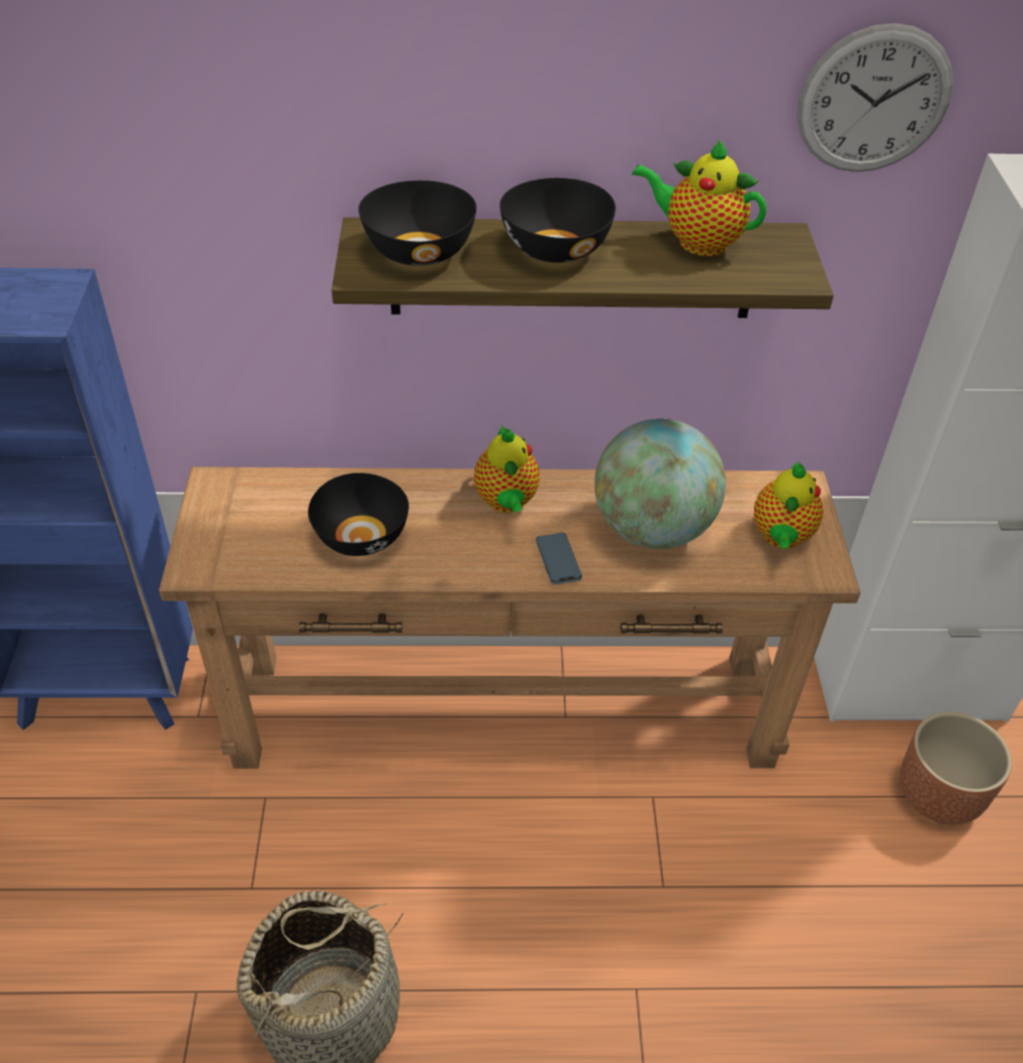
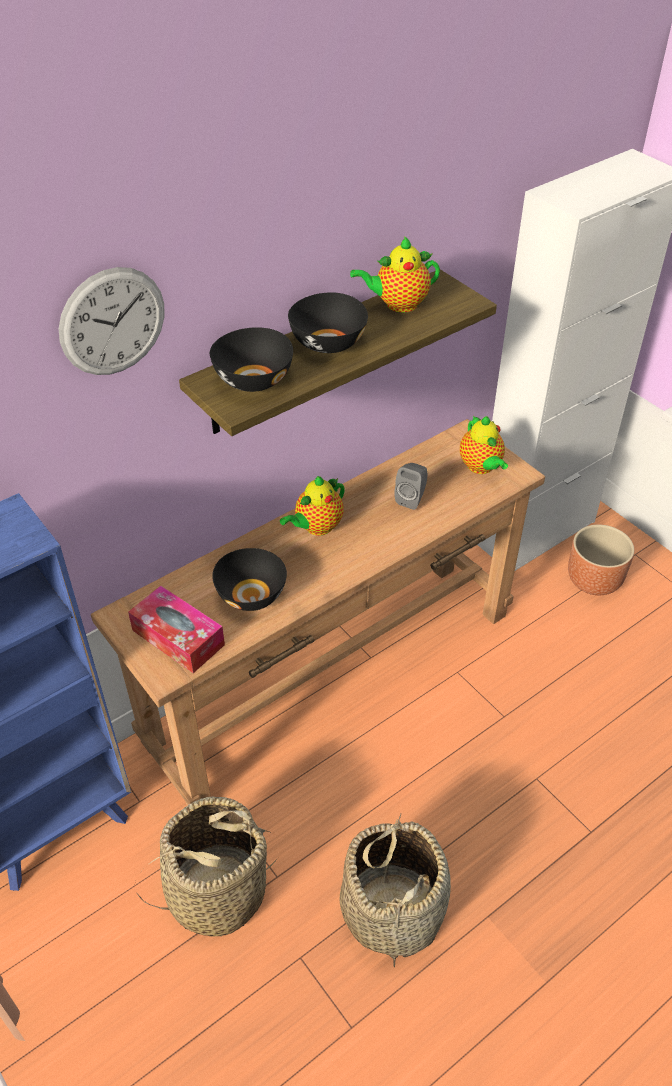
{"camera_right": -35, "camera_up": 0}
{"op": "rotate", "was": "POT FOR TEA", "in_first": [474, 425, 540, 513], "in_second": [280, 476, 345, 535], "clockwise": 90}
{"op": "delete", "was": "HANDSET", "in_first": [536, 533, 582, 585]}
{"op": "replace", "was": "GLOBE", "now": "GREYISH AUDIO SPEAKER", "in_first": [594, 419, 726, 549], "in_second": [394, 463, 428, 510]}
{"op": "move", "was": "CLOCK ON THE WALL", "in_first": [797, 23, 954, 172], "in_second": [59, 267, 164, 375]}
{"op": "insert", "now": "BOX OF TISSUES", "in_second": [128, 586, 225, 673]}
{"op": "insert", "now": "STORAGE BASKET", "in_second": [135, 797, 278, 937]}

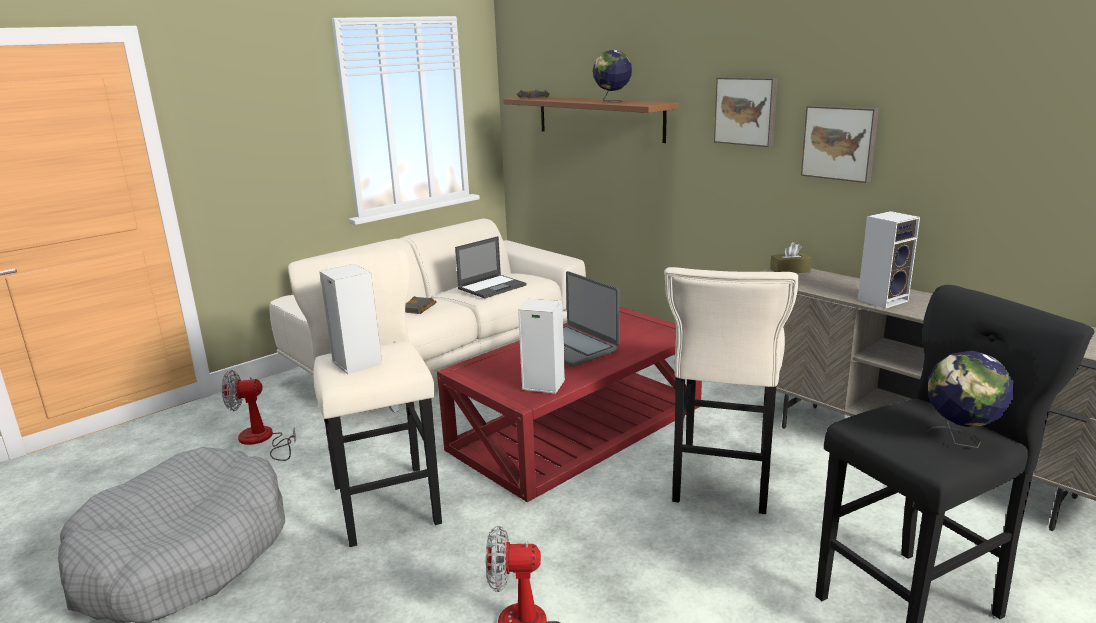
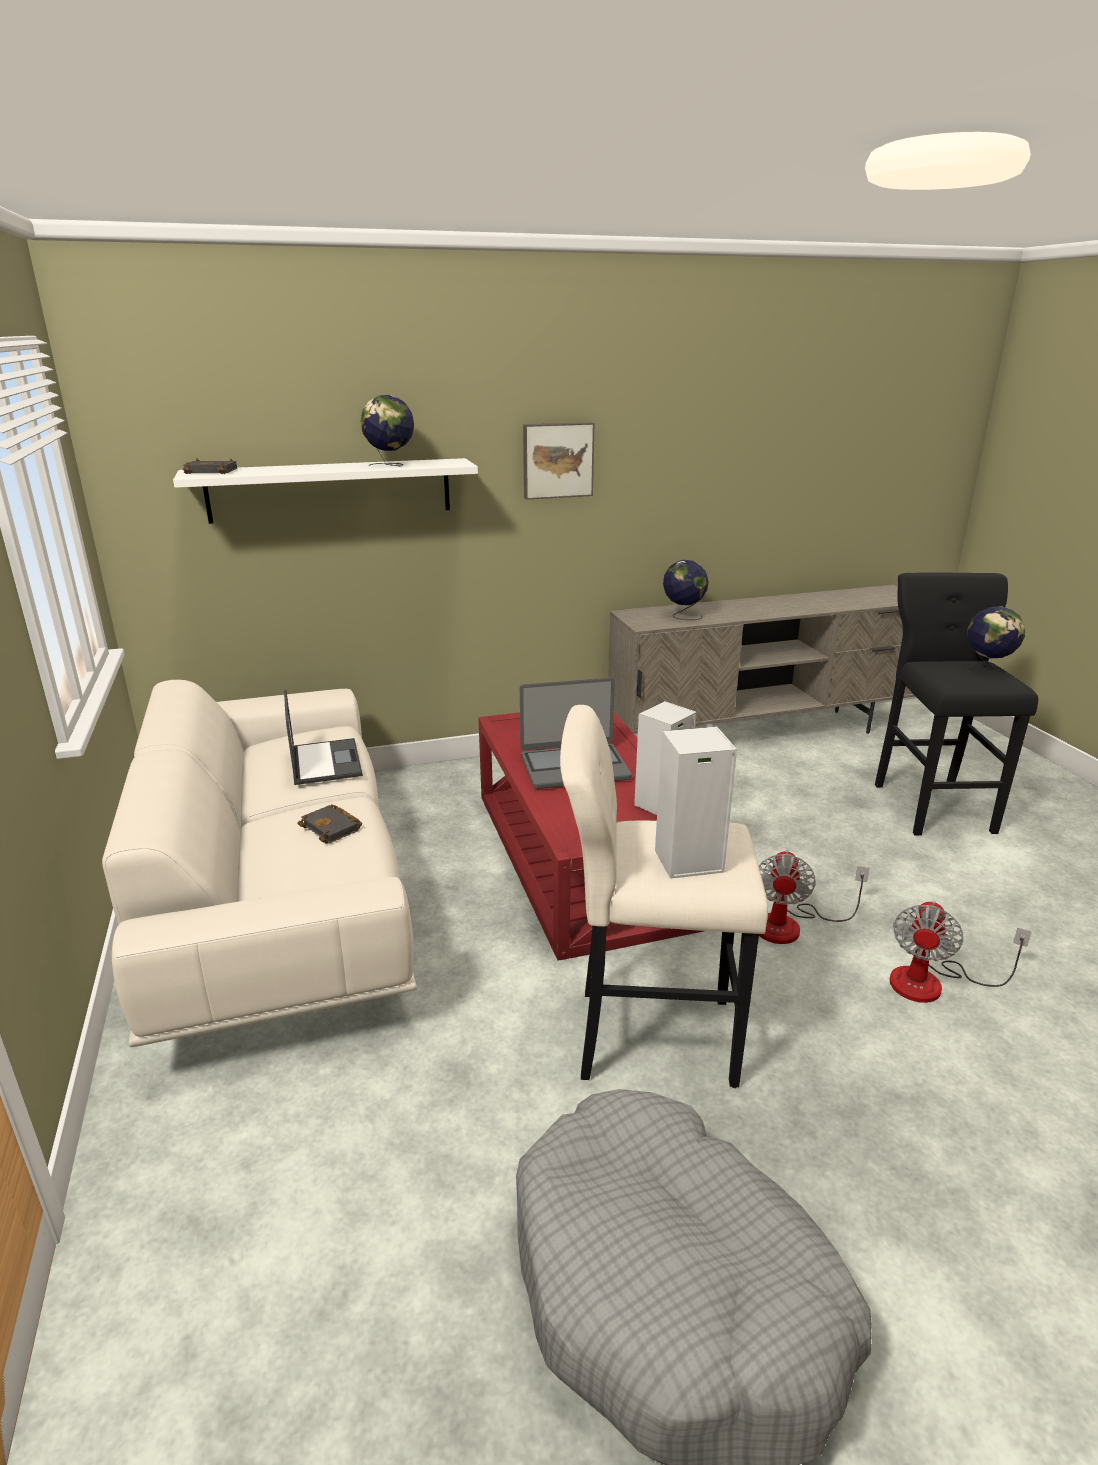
{"camera_right": -65, "camera_up": 5}
{"op": "move", "was": "FAN", "in_first": [222, 370, 296, 461], "in_second": [759, 850, 870, 944]}
{"op": "recolor", "was": "BROWN SHELF", "now": "WHITE-COLOURED SHELF", "in_first": [503, 97, 679, 143], "in_second": [173, 458, 478, 524]}
{"op": "delete", "was": "BEIGE-COLOURED STOOL", "in_first": [664, 267, 799, 514]}
{"op": "delete", "was": "BROWN BOX OF TISSUES", "in_first": [770, 242, 812, 273]}
{"op": "delete", "was": "WALL PICTURE", "in_first": [801, 105, 879, 183]}
{"op": "delete", "was": "AUDIO SPEAKER", "in_first": [858, 211, 920, 309]}
{"op": "insert", "now": "GLOBE", "in_second": [663, 560, 709, 620]}

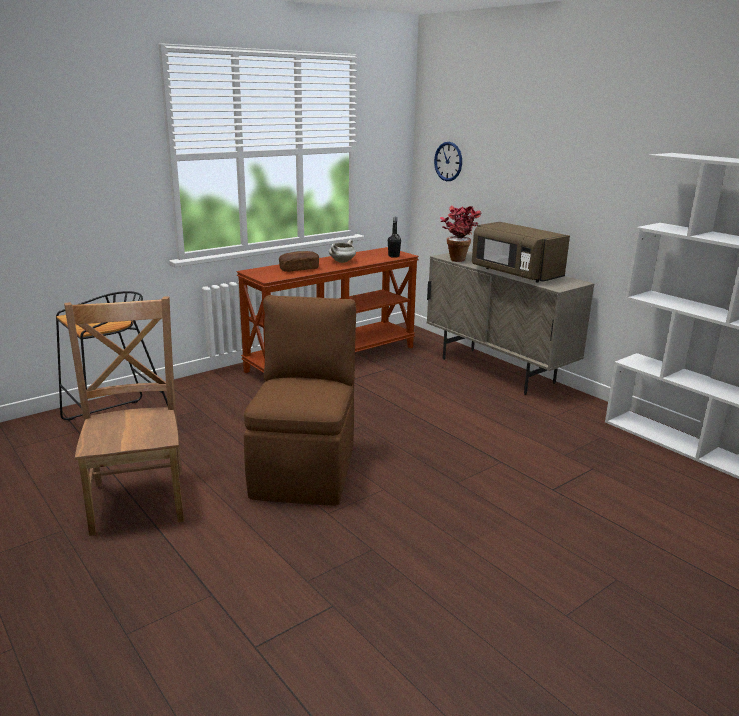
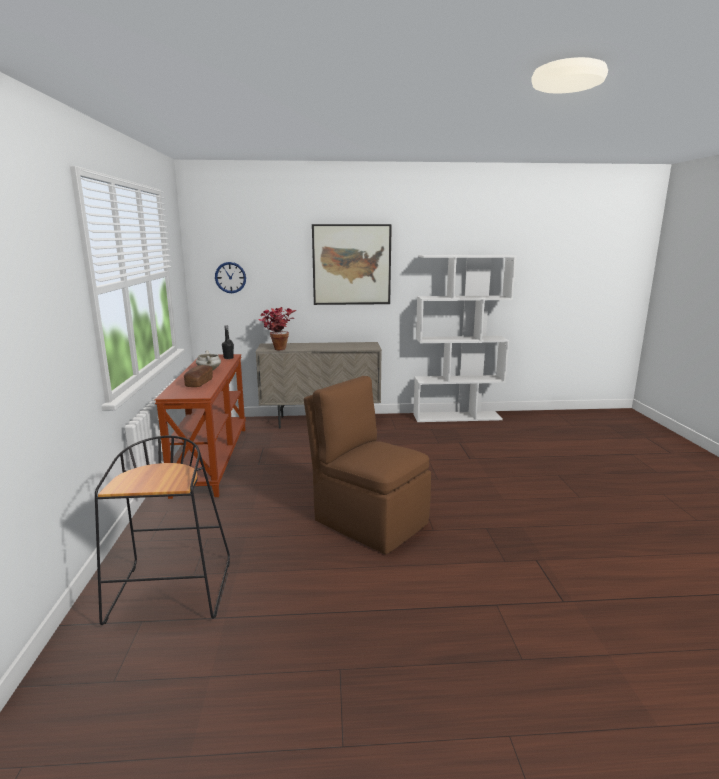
{"camera_right": -55, "camera_up": -5}
{"op": "delete", "was": "BROWN UPRIGHT CHAIR", "in_first": [64, 296, 184, 536]}
{"op": "delete", "was": "BROWN KITCHEN MICROWAVE", "in_first": [472, 222, 570, 283]}
{"op": "insert", "now": "WALL PICTURE", "in_second": [312, 224, 392, 305]}

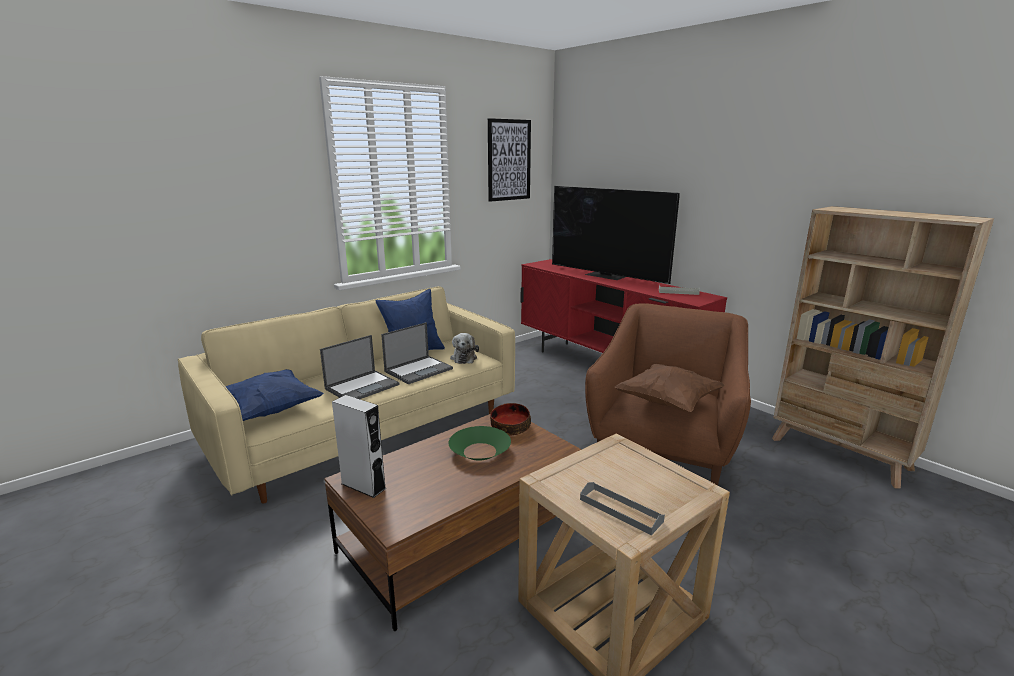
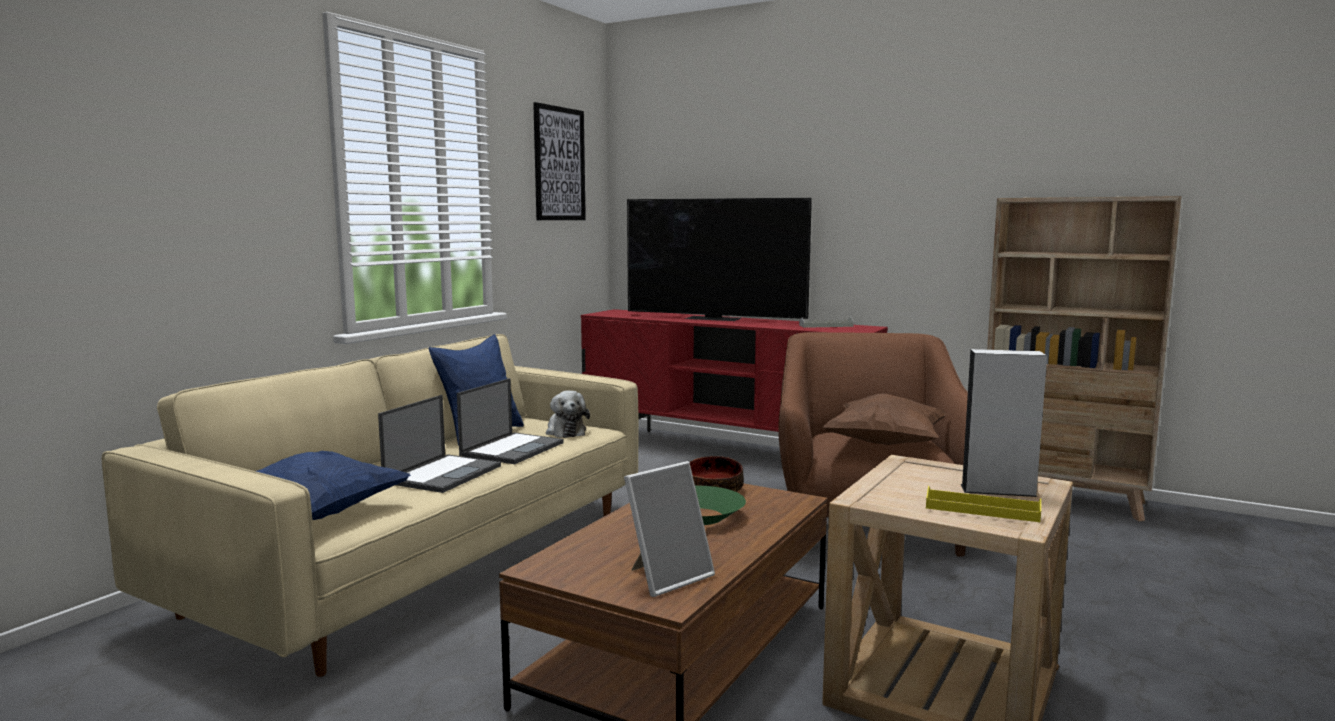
{"camera_right": -20, "camera_up": -10}
{"op": "move", "was": "GREYISH AUDIO SPEAKER", "in_first": [332, 395, 386, 498], "in_second": [961, 349, 1047, 497]}
{"op": "recolor", "was": "GREYISH TRAY", "now": "YELLOW TRAY", "in_first": [580, 482, 665, 535], "in_second": [926, 486, 1041, 522]}
{"op": "insert", "now": "PICTURE FRAME", "in_second": [624, 461, 715, 597]}

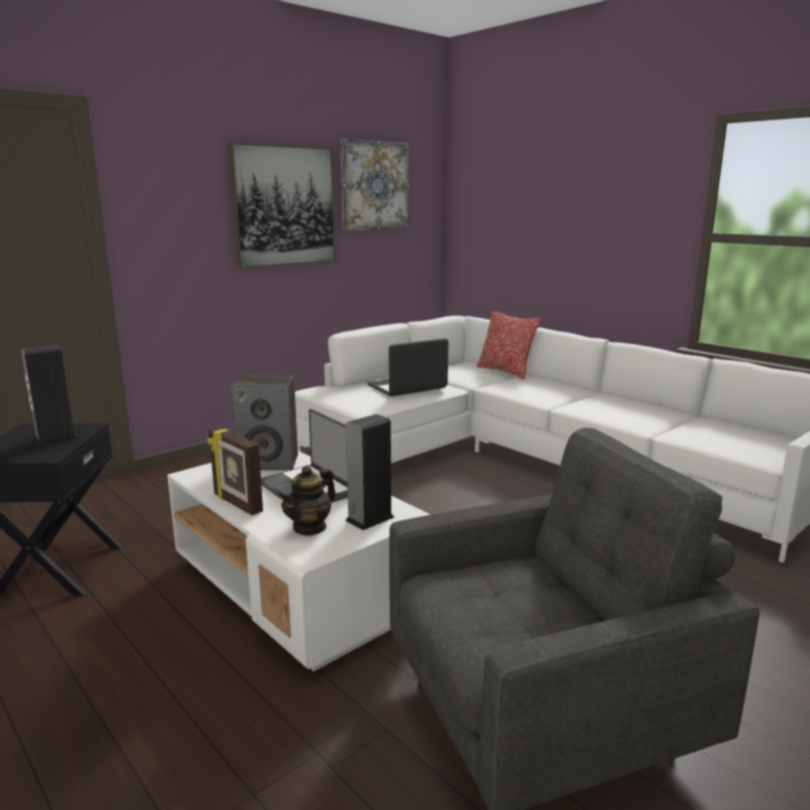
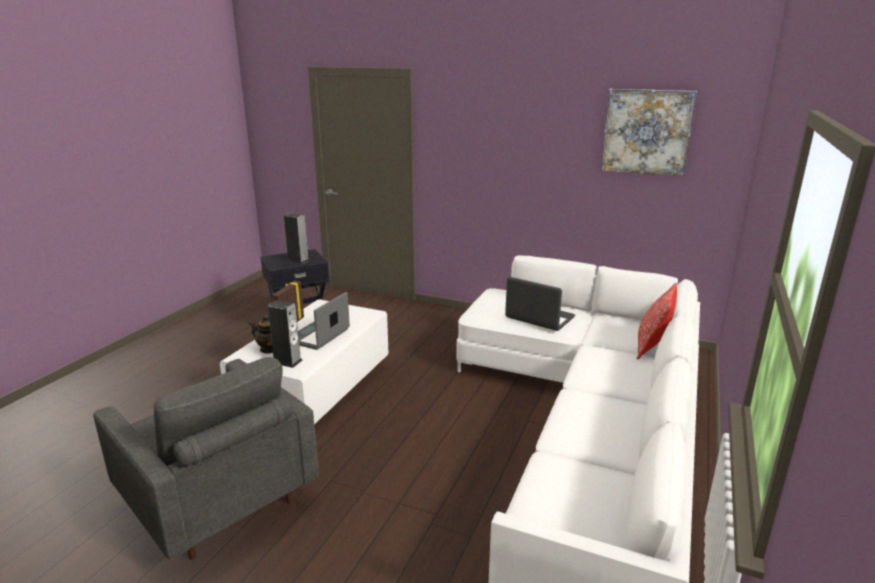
{"camera_right": 65, "camera_up": 5}
{"op": "delete", "was": "WALL PICTURE", "in_first": [228, 142, 336, 269]}
{"op": "delete", "was": "AUDIO SPEAKER", "in_first": [230, 375, 298, 470]}

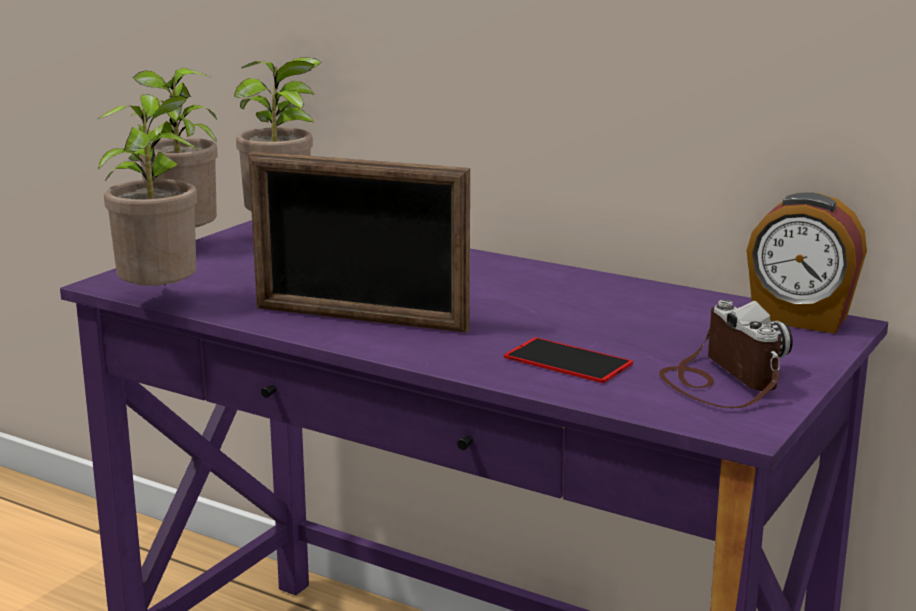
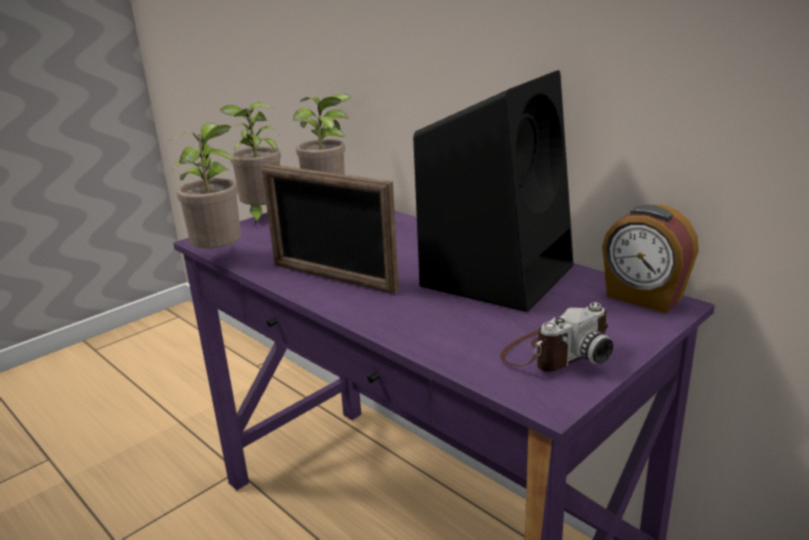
{"camera_right": 15, "camera_up": 5}
{"op": "delete", "was": "HANDSET", "in_first": [504, 337, 633, 383]}
{"op": "rotate", "was": "PHOTO CAMERA", "in_first": [659, 300, 793, 408], "in_second": [500, 302, 613, 372], "clockwise": 60}
{"op": "insert", "now": "BLACK AUDIO SPEAKER", "in_second": [413, 70, 574, 312]}

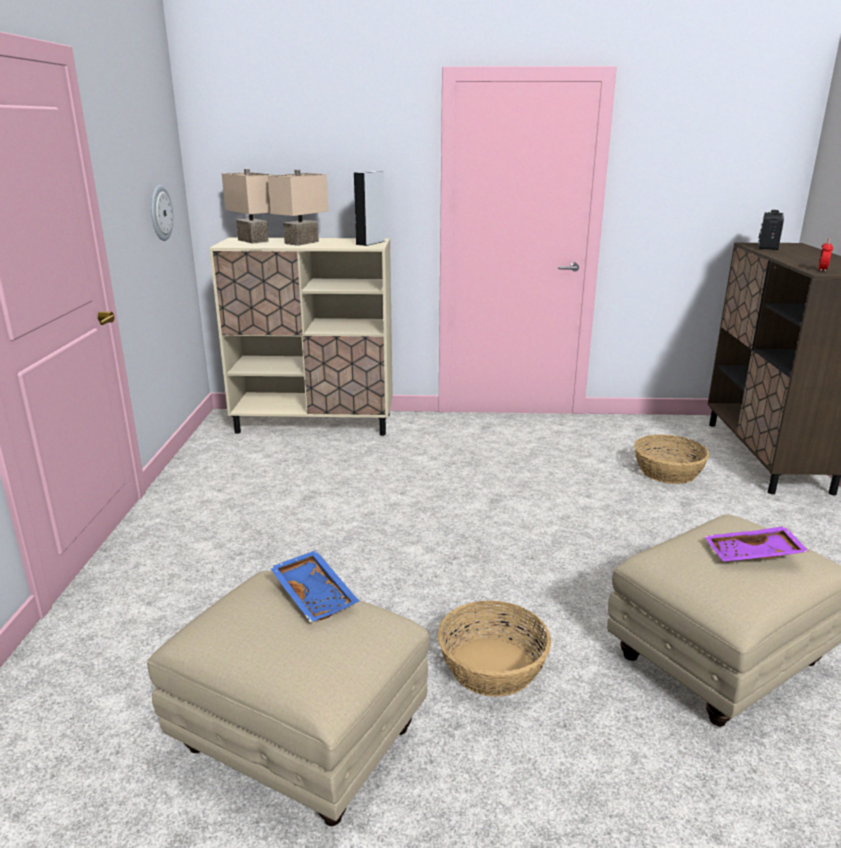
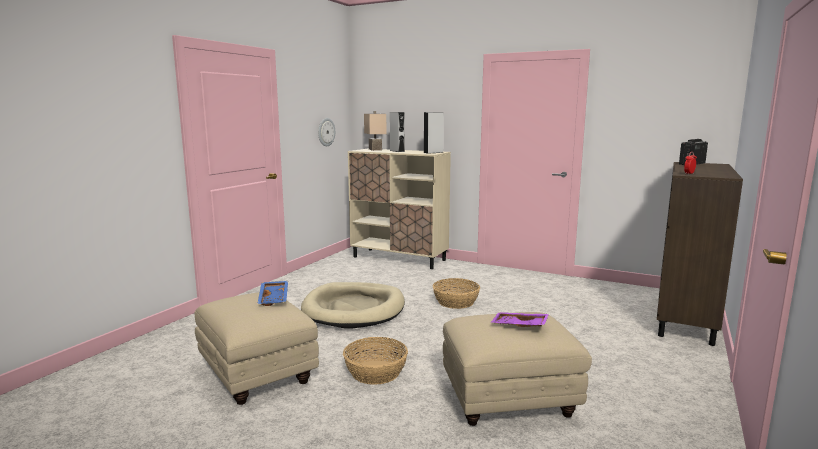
{"camera_right": 25, "camera_up": -10}
{"op": "replace", "was": "BEIGE-COLOURED TABLETOP LAMP", "now": "GREYISH AUDIO SPEAKER", "in_first": [268, 170, 328, 246], "in_second": [390, 112, 405, 152]}
{"op": "move", "was": "STORAGE BASKET", "in_first": [634, 434, 710, 484], "in_second": [433, 278, 480, 309]}
{"op": "insert", "now": "BEIGE-COLOURED PET BED", "in_second": [301, 282, 405, 328]}

